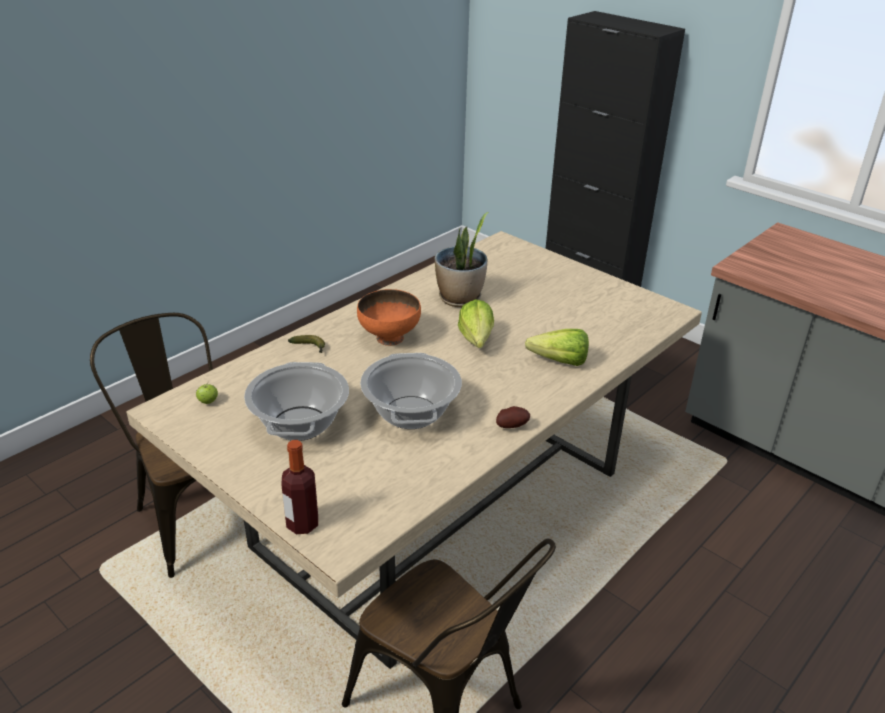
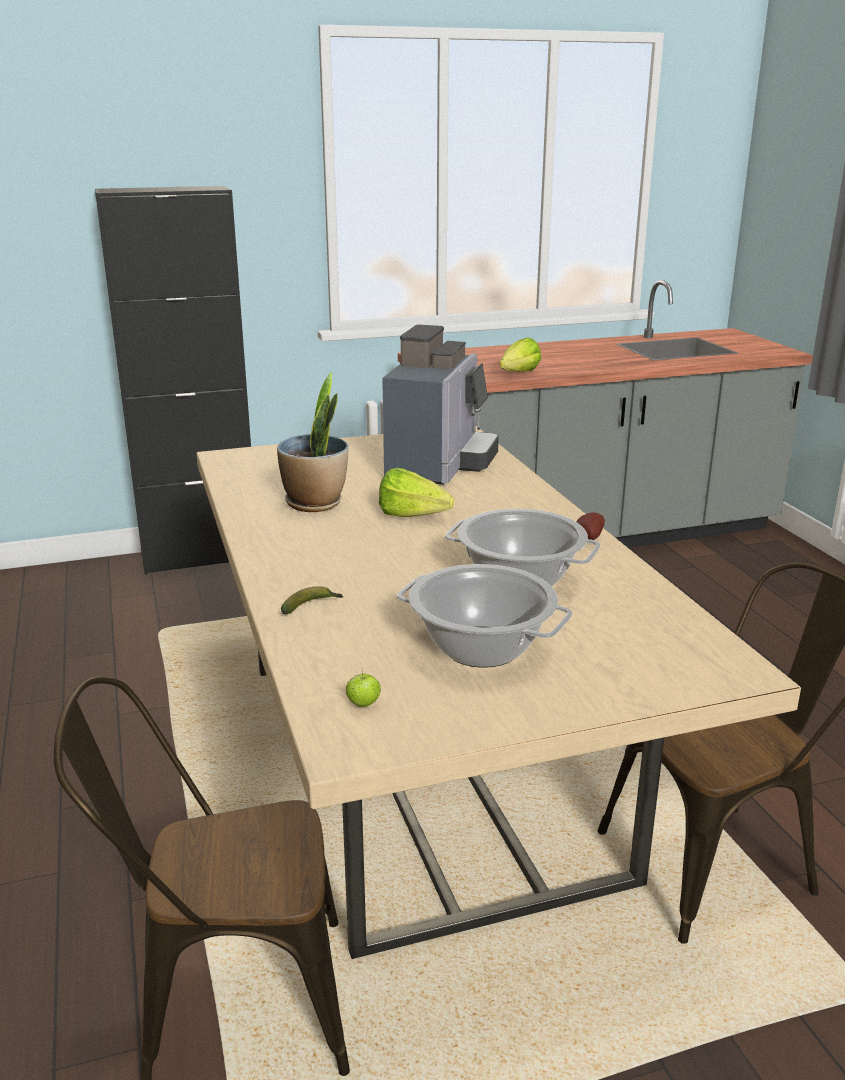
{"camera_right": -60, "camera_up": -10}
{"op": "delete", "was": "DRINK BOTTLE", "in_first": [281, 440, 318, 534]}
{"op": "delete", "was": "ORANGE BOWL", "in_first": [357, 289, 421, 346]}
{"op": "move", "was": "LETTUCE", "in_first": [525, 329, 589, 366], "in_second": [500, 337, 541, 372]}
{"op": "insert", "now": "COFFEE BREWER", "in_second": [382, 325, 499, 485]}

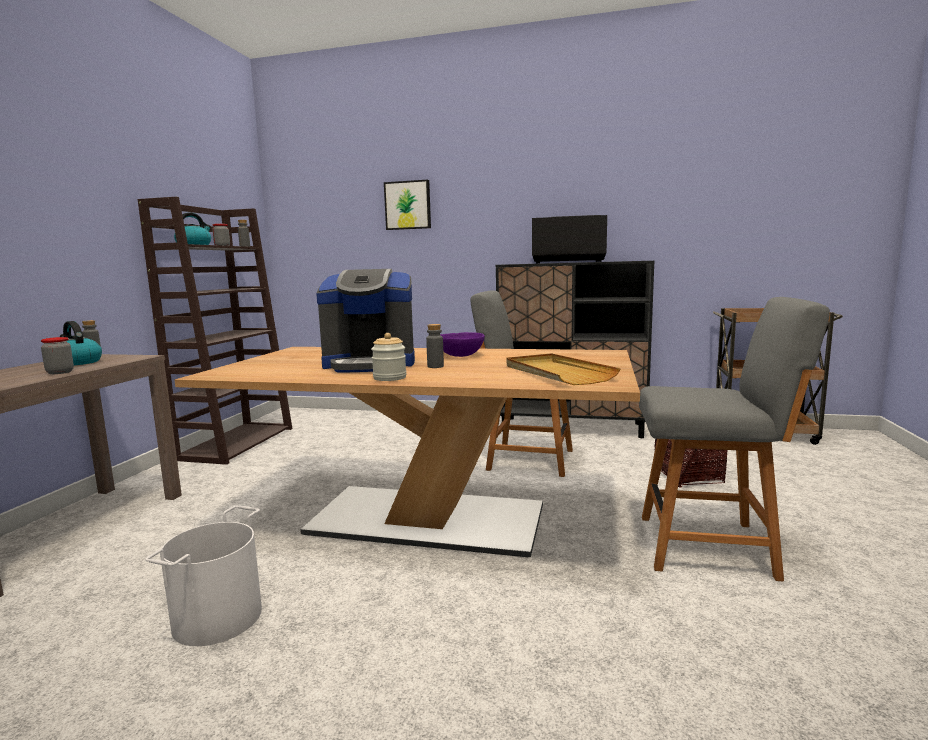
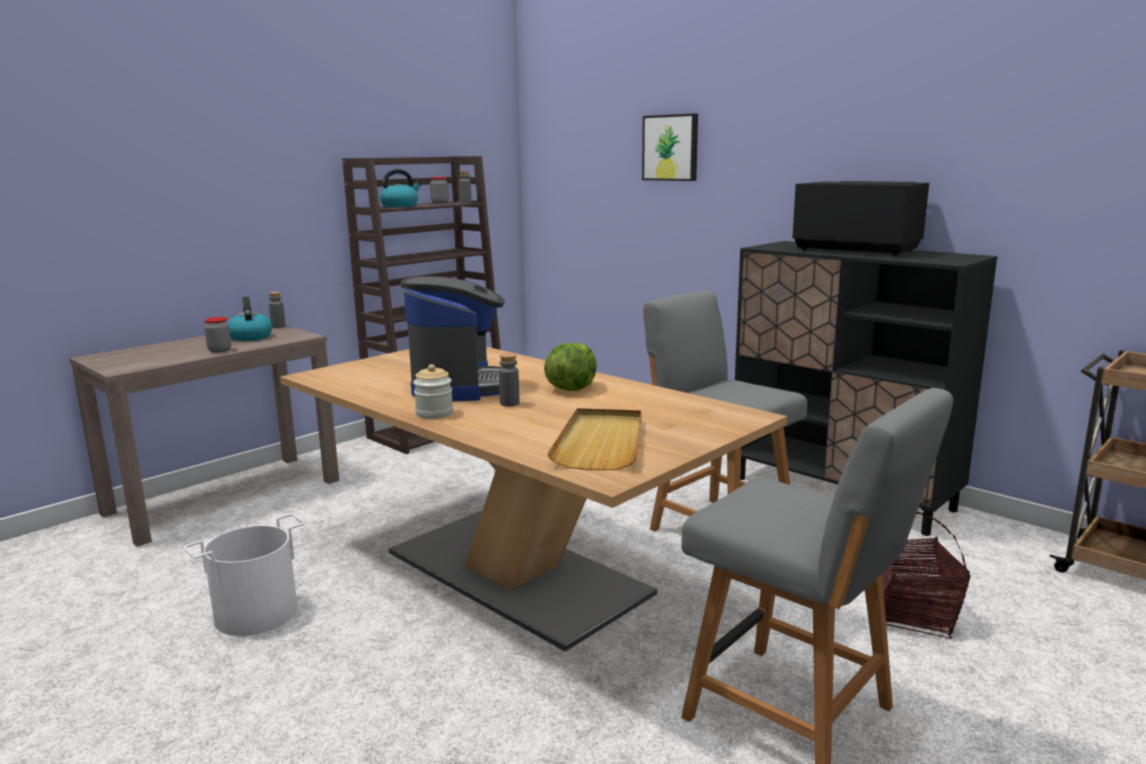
{"camera_right": 30, "camera_up": 5}
{"op": "rotate", "was": "COFFEE BREWER", "in_first": [316, 269, 415, 373], "in_second": [401, 276, 505, 401], "clockwise": -120}
{"op": "replace", "was": "PURPLE BOWL", "now": "LETTUCE", "in_first": [440, 332, 485, 357], "in_second": [544, 343, 597, 391]}

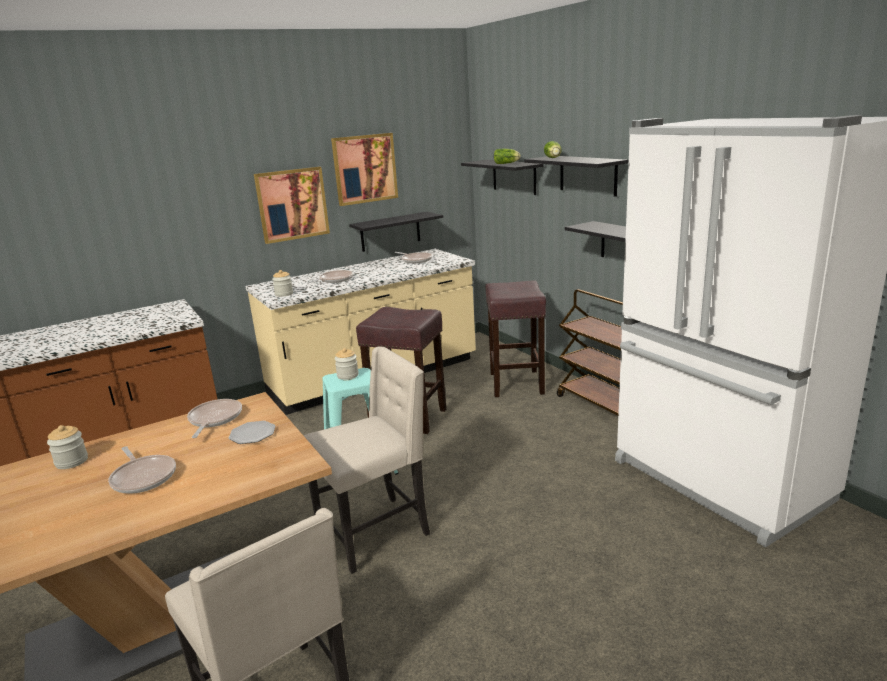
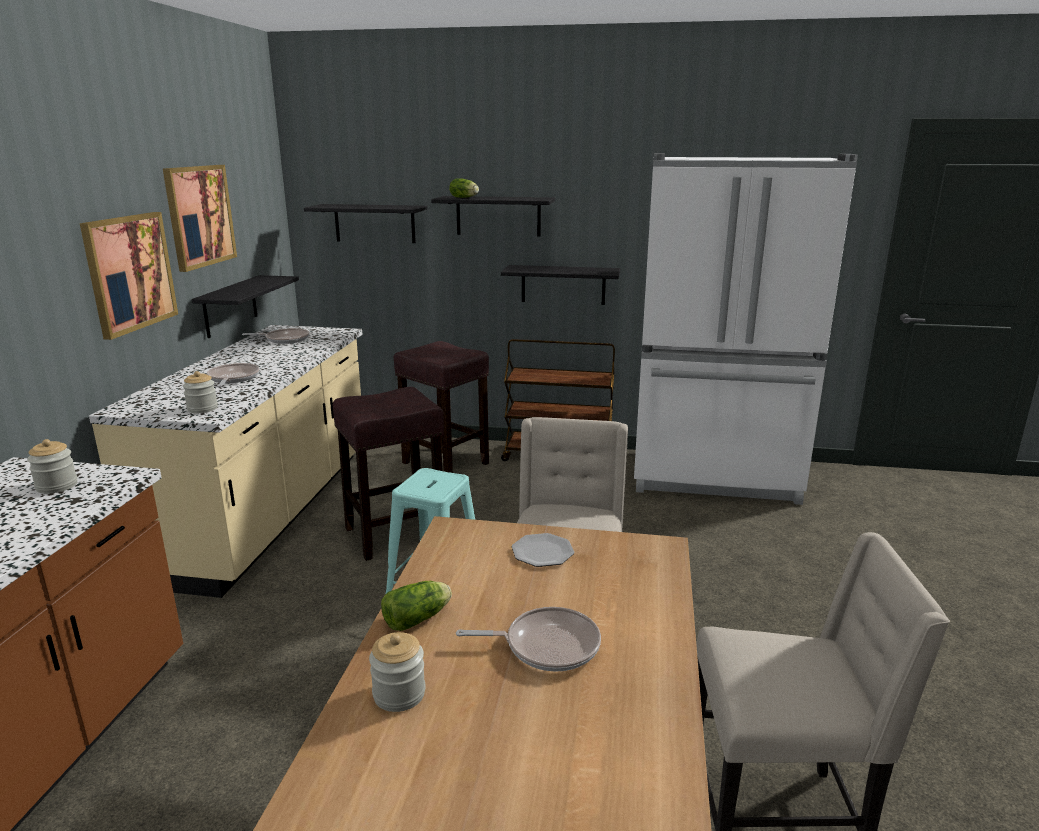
{"camera_right": -50, "camera_up": 0}
{"op": "delete", "was": "PAN", "in_first": [187, 399, 242, 438]}
{"op": "move", "was": "JAR", "in_first": [335, 348, 359, 380], "in_second": [27, 439, 77, 494]}
{"op": "move", "was": "LETTUCE", "in_first": [494, 149, 521, 164], "in_second": [381, 581, 452, 631]}

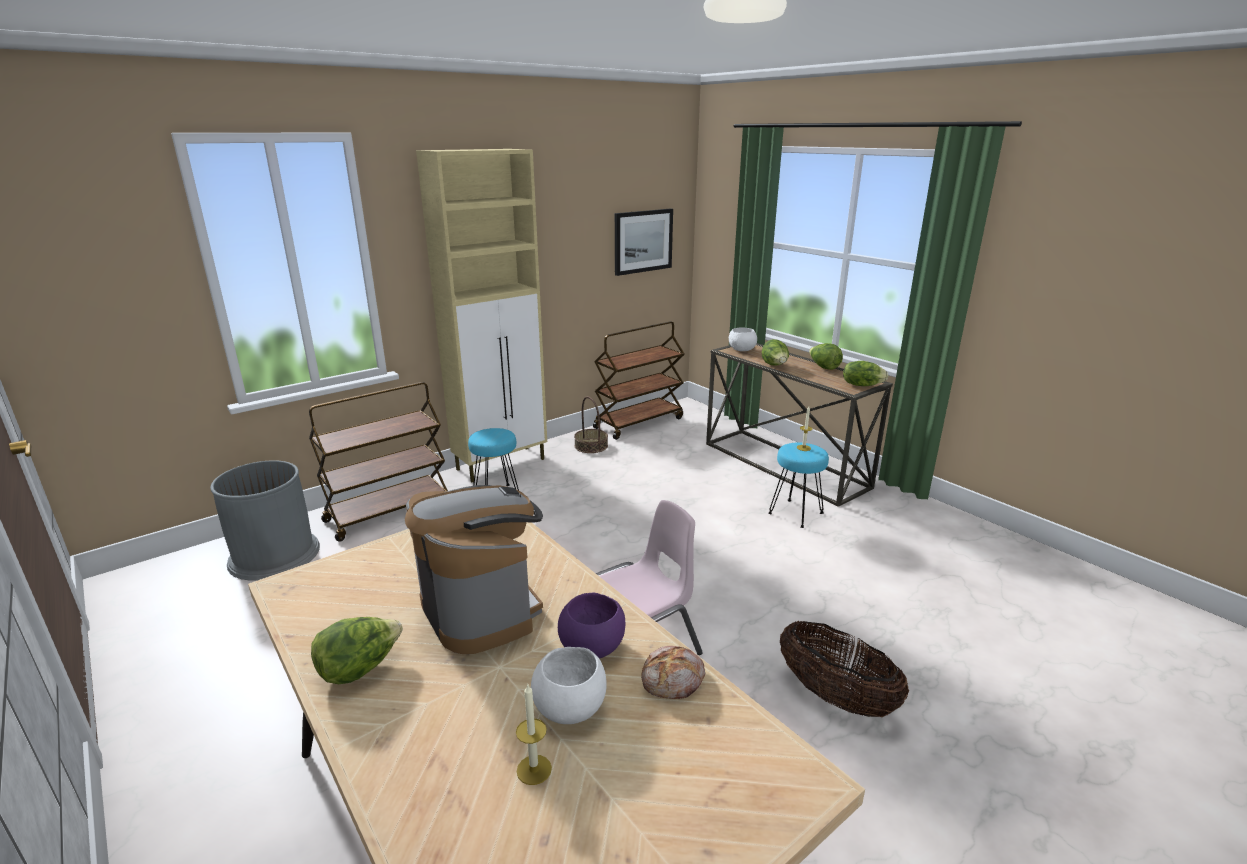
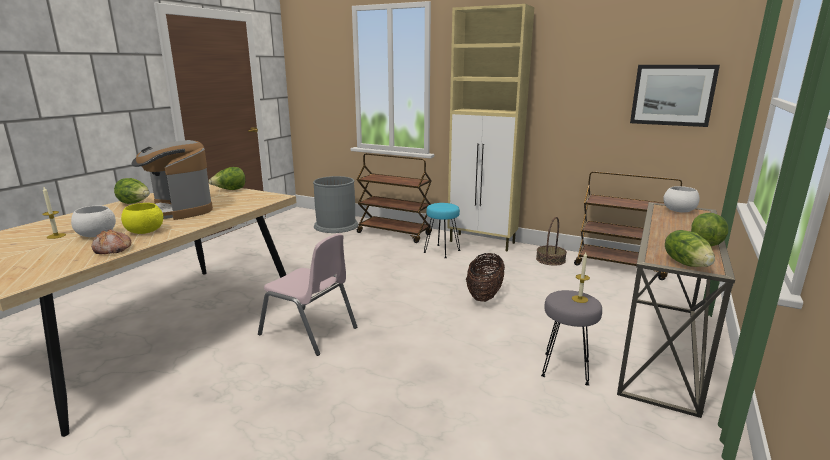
{"camera_right": 65, "camera_up": -5}
{"op": "rotate", "was": "COFFEE BREWER", "in_first": [405, 485, 543, 654], "in_second": [132, 140, 213, 220], "clockwise": 105}
{"op": "recolor", "was": "PURPLE BOWL", "now": "YELLOW BOWL", "in_first": [558, 592, 625, 659], "in_second": [121, 203, 163, 234]}
{"op": "move", "was": "LETTUCE", "in_first": [762, 339, 789, 366], "in_second": [209, 167, 246, 190]}
{"op": "recolor", "was": "TURQUOISE STOOL", "now": "GREYISH STOOL", "in_first": [769, 442, 829, 528], "in_second": [541, 290, 602, 386]}
{"op": "move", "was": "STORAGE BASKET", "in_first": [780, 620, 909, 717], "in_second": [466, 253, 505, 302]}

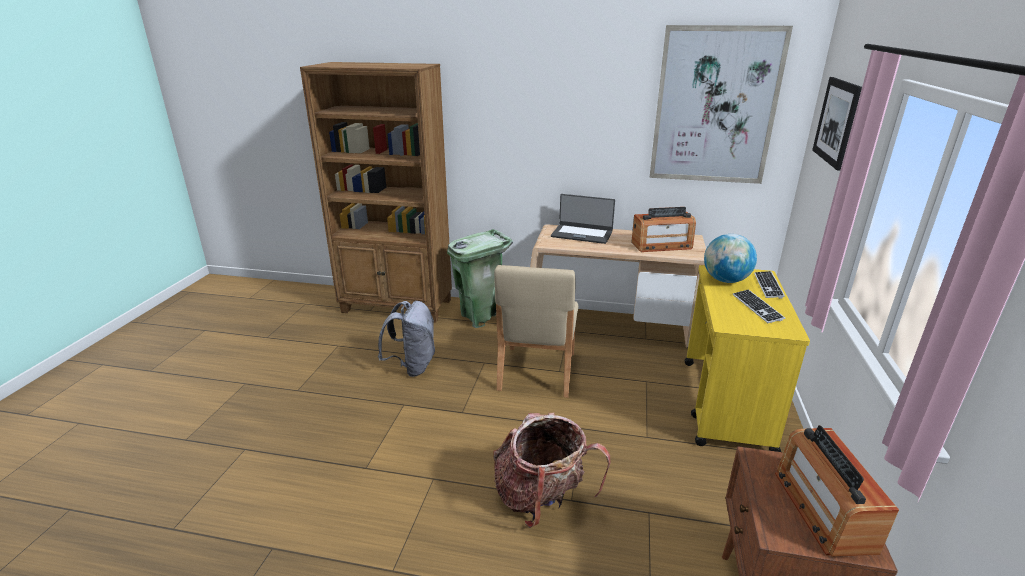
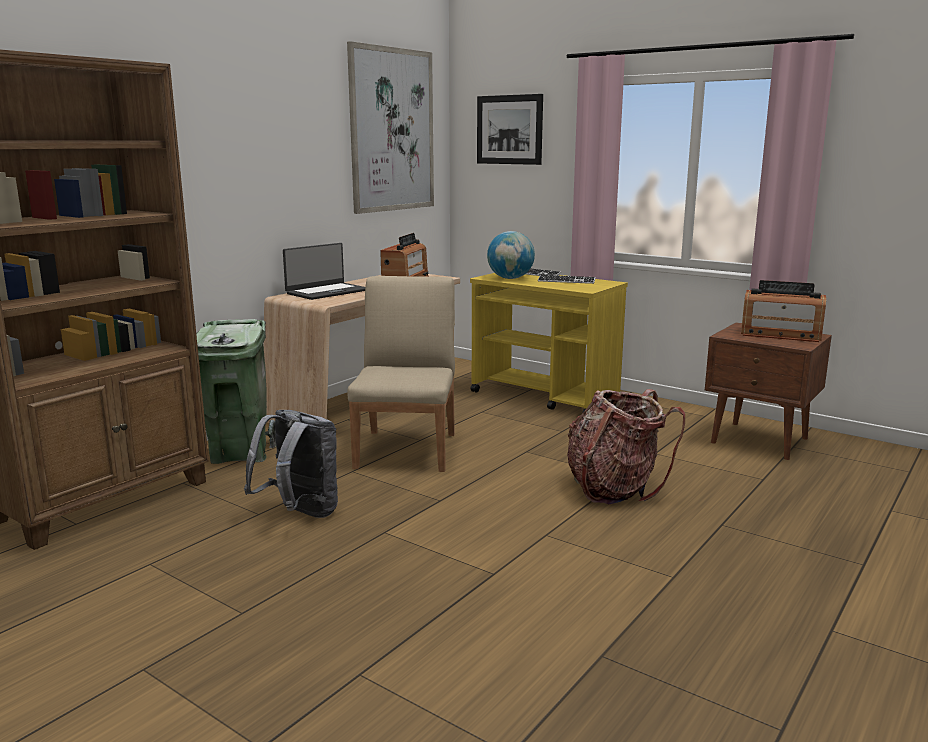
{"camera_right": -65, "camera_up": -10}
{"op": "rotate", "was": "BEIGE-COLOURED UPRIGHT CHAIR", "in_first": [494, 265, 578, 398], "in_second": [347, 276, 455, 472], "clockwise": -120}

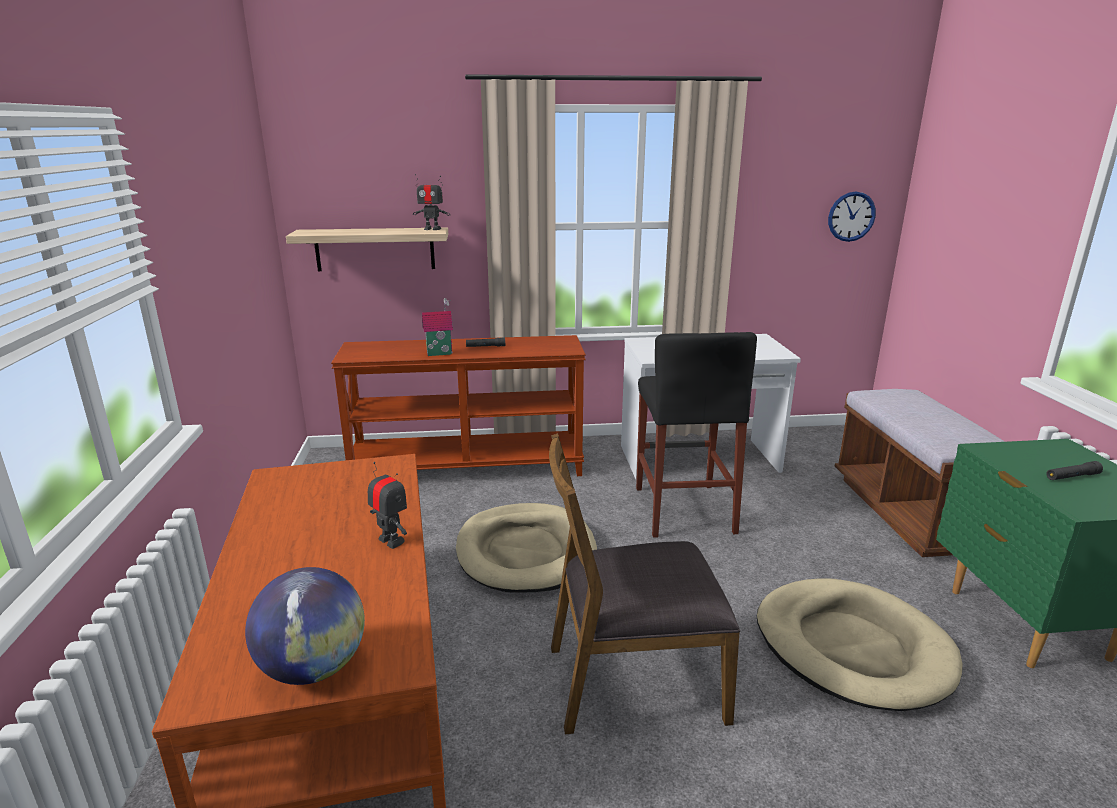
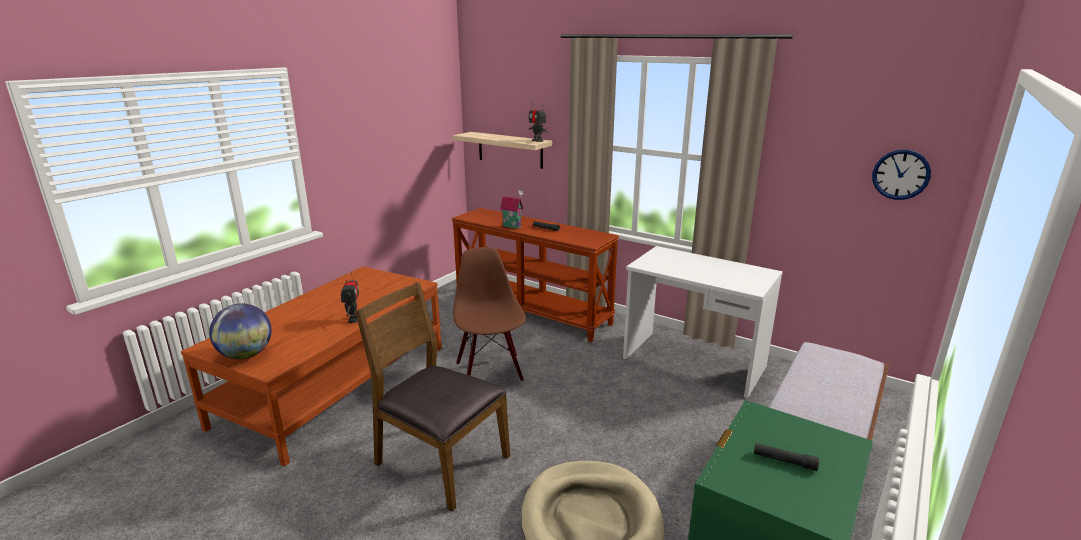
{"camera_right": 40, "camera_up": 0}
{"op": "replace", "was": "BEIGE-COLOURED PET BED", "now": "BROWN UPRIGHT CHAIR", "in_first": [456, 503, 597, 592], "in_second": [453, 247, 526, 381]}
{"op": "delete", "was": "BLACK STOOL", "in_first": [636, 332, 757, 538]}

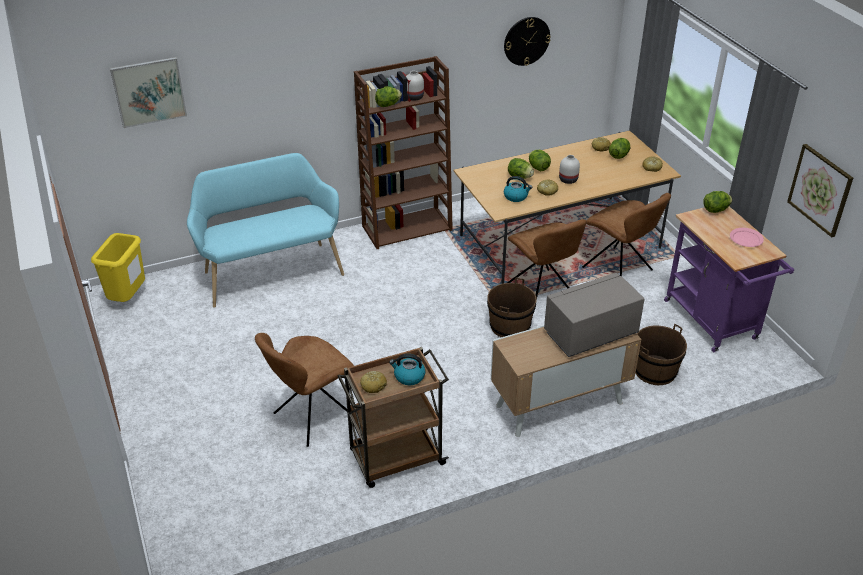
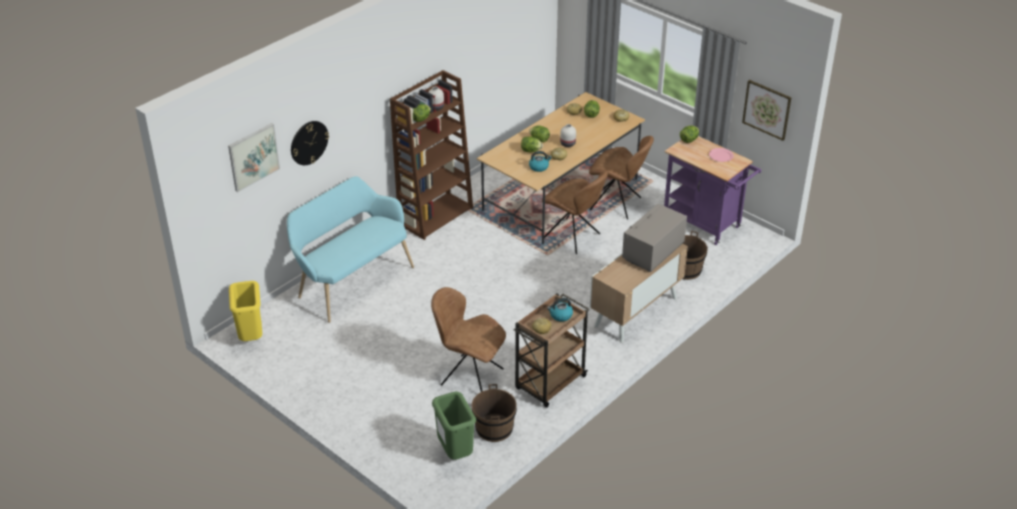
{"camera_right": -25, "camera_up": 0}
{"op": "rotate", "was": "BROWN UPRIGHT CHAIR", "in_first": [255, 333, 354, 447], "in_second": [431, 287, 506, 392], "clockwise": 90}
{"op": "move", "was": "BROWN WATER BUCKET", "in_first": [487, 277, 537, 337], "in_second": [472, 384, 517, 442]}
{"op": "move", "was": "CLOCK ON THE WALL", "in_first": [504, 17, 551, 66], "in_second": [291, 121, 329, 165]}
{"op": "insert", "now": "GREENISH WASTE BIN", "in_second": [432, 392, 476, 460]}

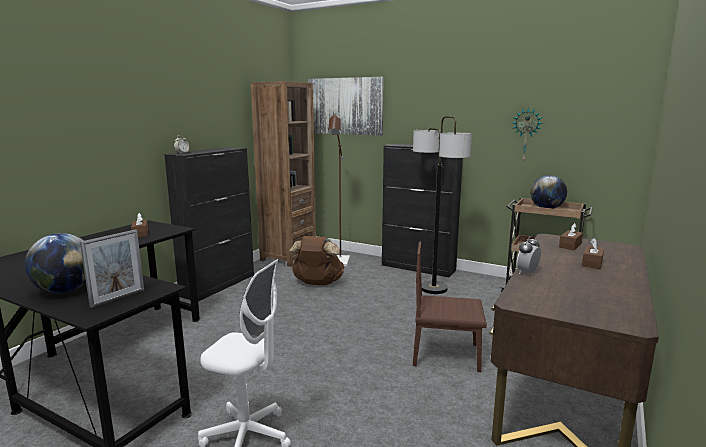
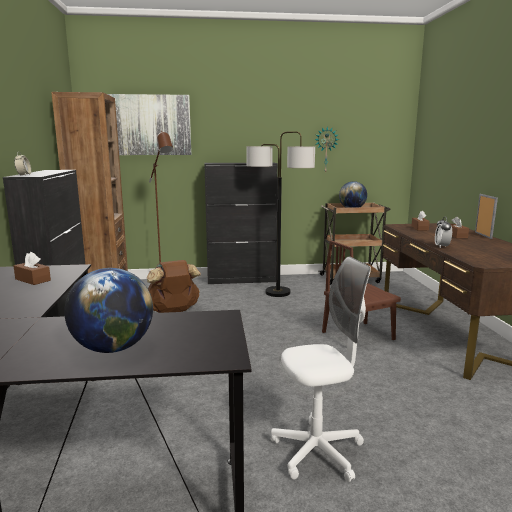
{"camera_right": -35, "camera_up": 0}
{"op": "move", "was": "PICTURE FRAME", "in_first": [80, 229, 144, 308], "in_second": [475, 194, 498, 239]}

